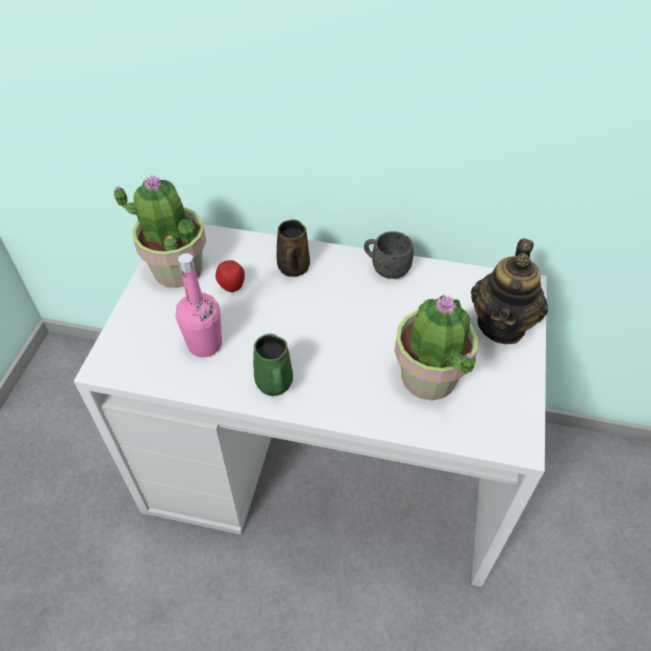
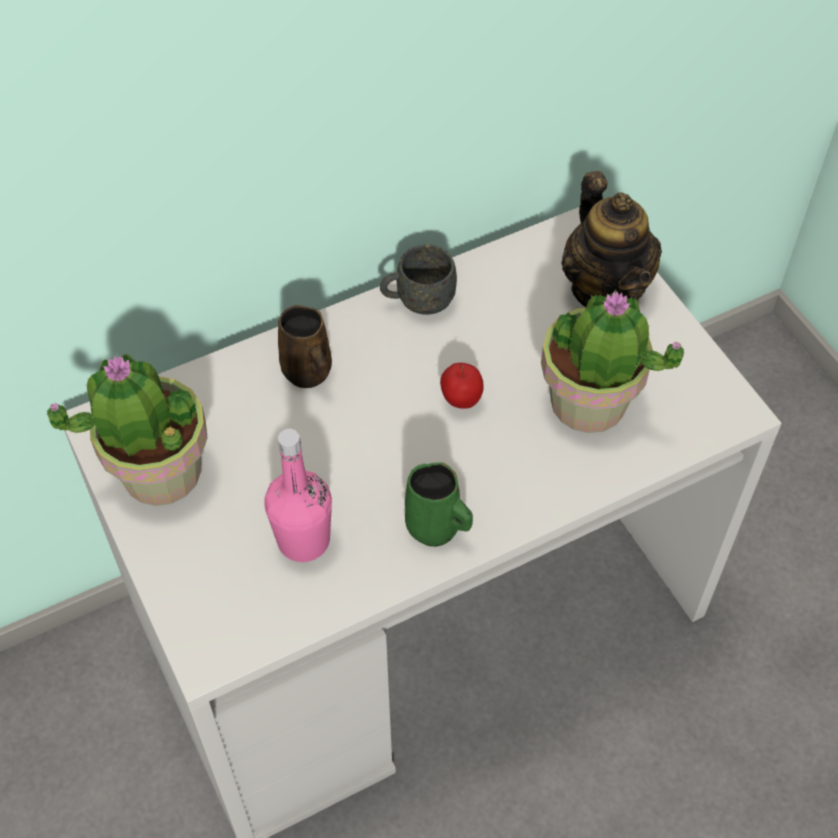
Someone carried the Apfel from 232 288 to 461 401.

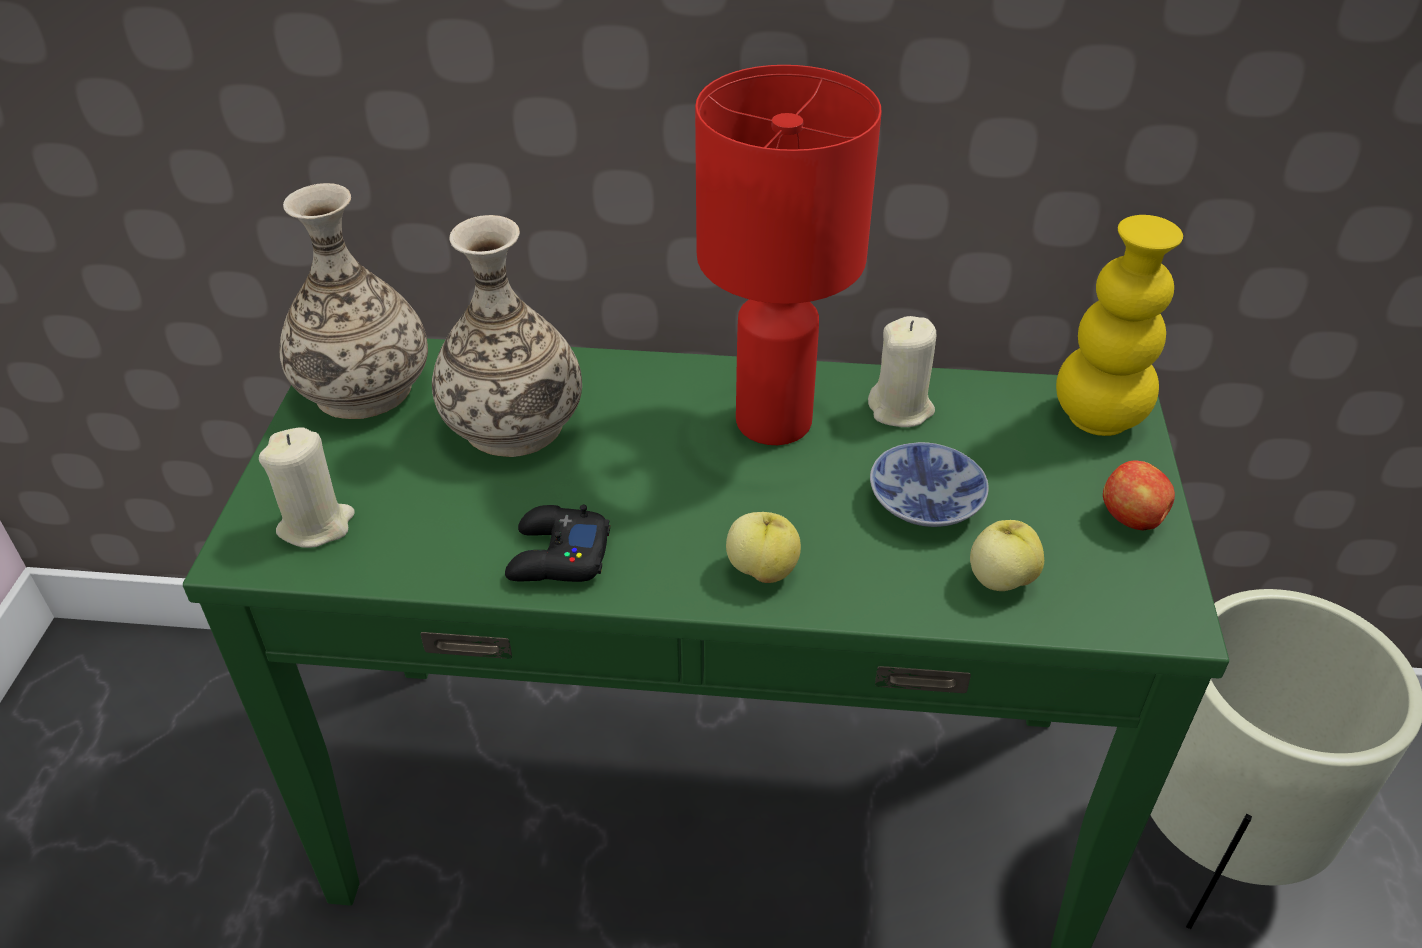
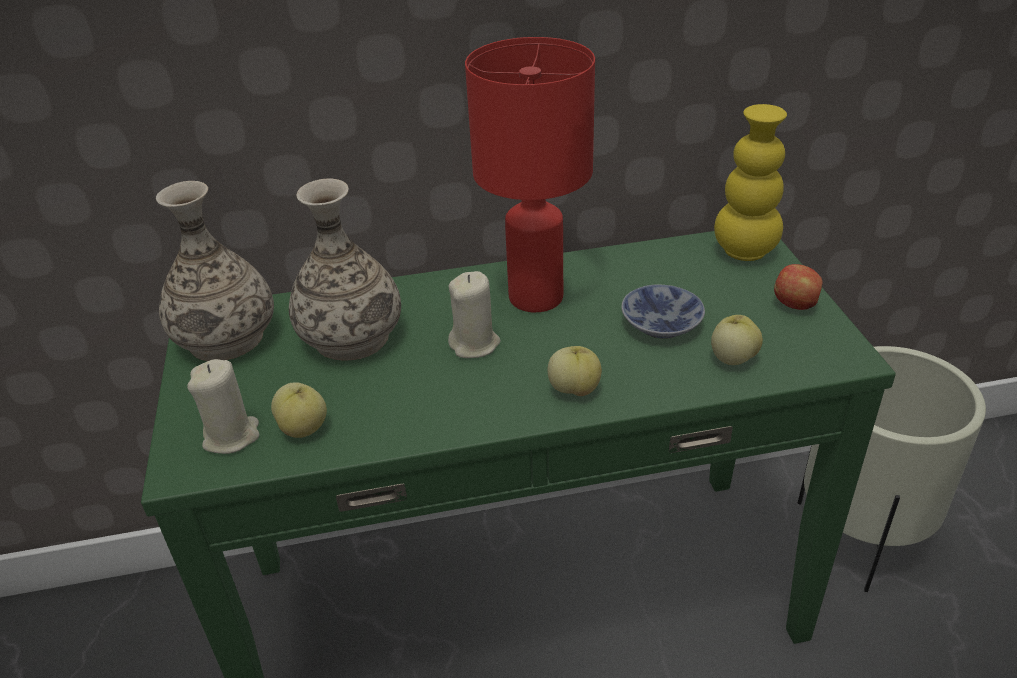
Someone carried the Kerze [beige] from 901 409 to 475 344. Someone took away the Gamepad [schwarz] at 557 556. Someone put down the Apfel at 304 428.

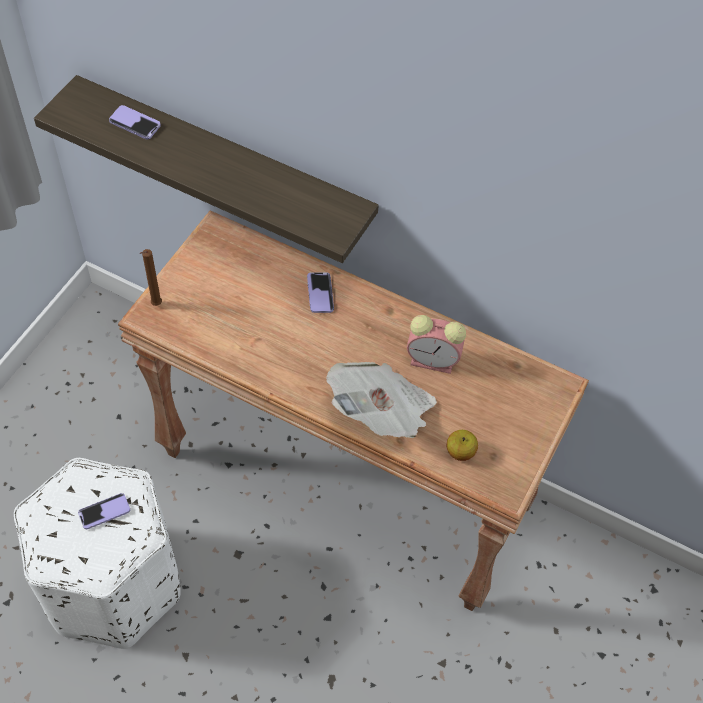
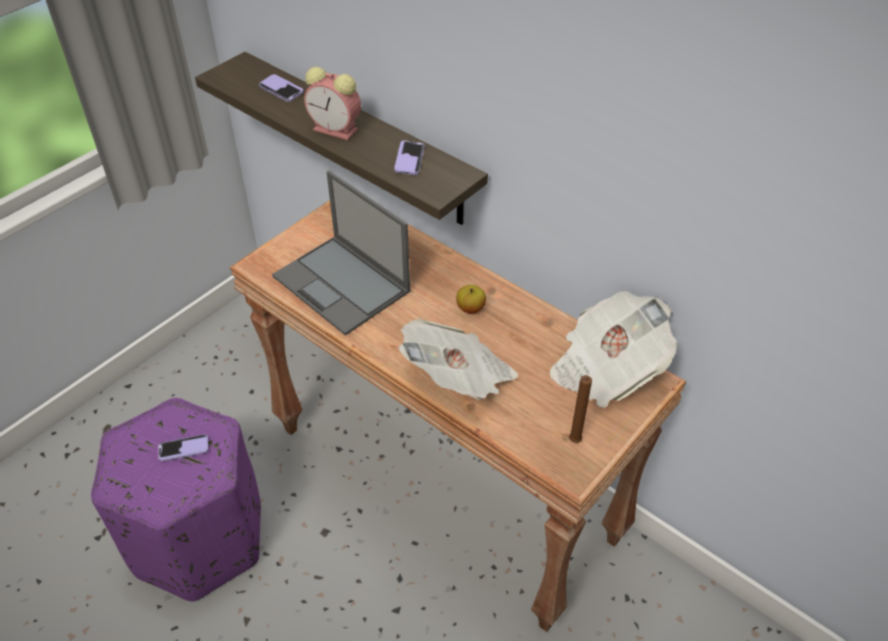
Someone carried the Kerze [braun] from 155 305 to 573 442. Someone carried the Handy from 320 293 to 409 159. Someone carried the Wecker from 434 360 to 337 129. Someone carried the Apfel from 460 452 to 470 308. Someone repainted the Polsterhocker [weiß] at 113 585, which became the Polsterhocker [lila] at 199 540. Someone put down the Laptop at 342 284. Someone put down the Zeitung at 606 368.

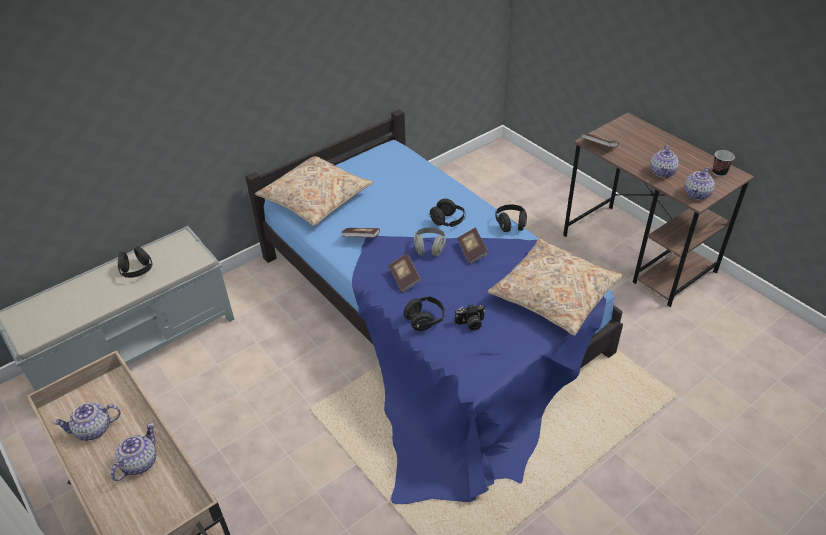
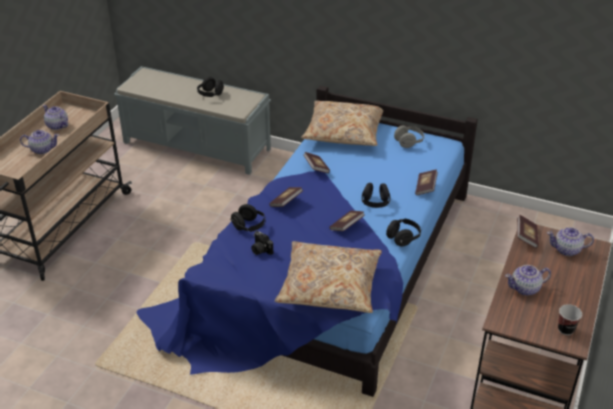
Someone carried the Teekanne from 697 194 to 567 250. Someone carried the Kopfhörer [grau] from 429 248 to 409 142. Someone put down the Buch at 425 187.

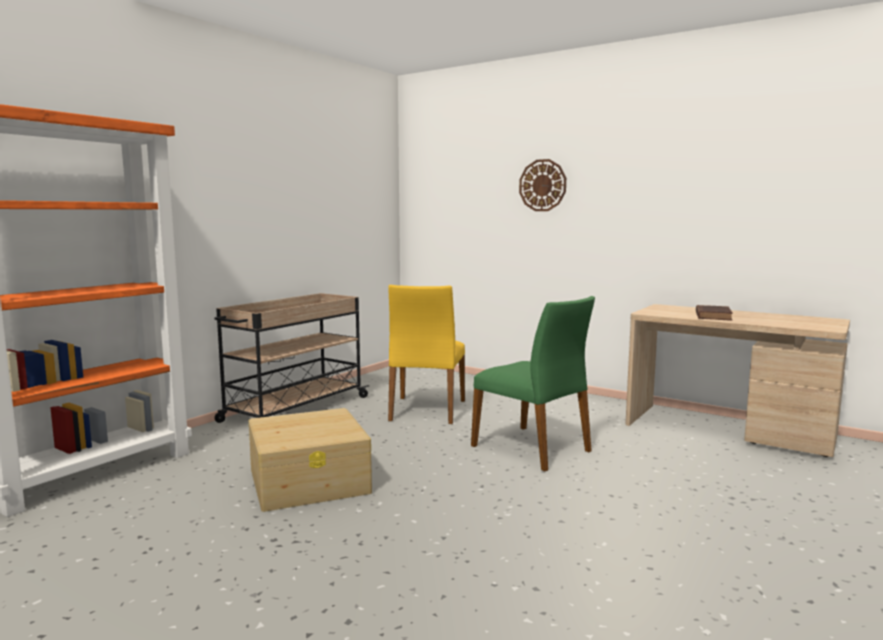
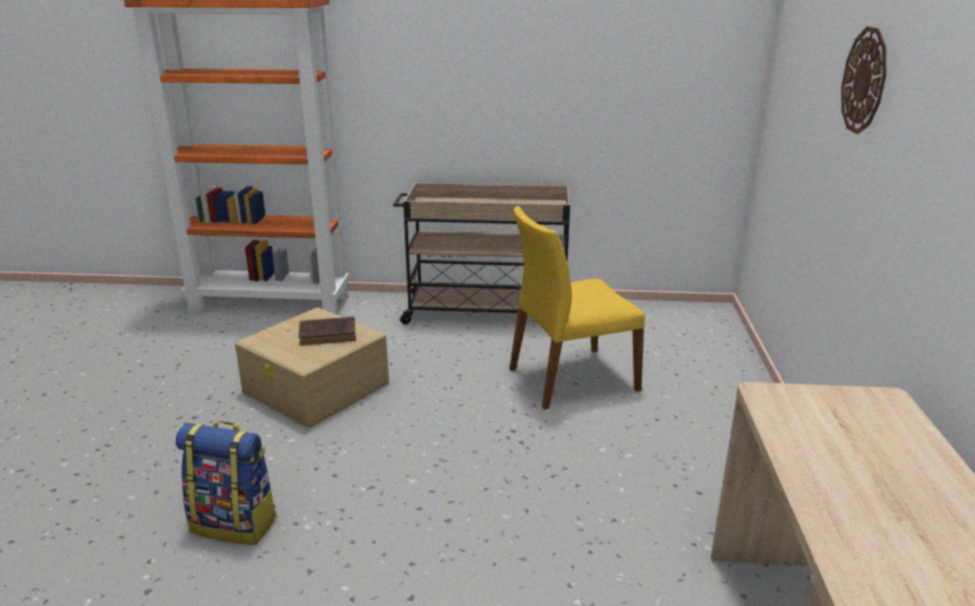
Someone took away the Stuhl [grün] at 533 448. Someone carried the Buch [braun] from 713 316 to 329 334. Someone put down the Rucksack at 235 524.

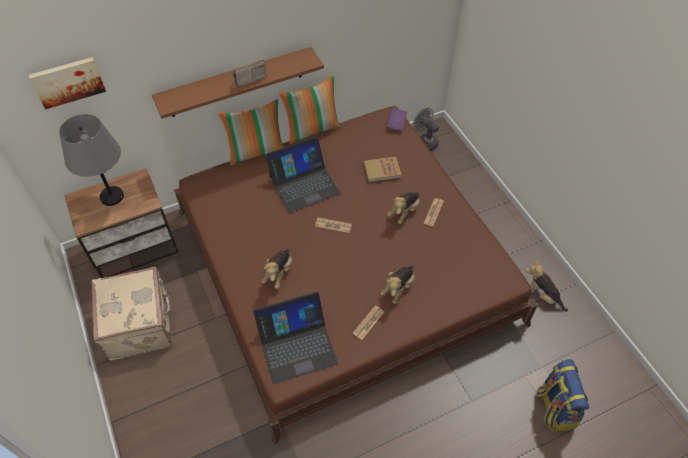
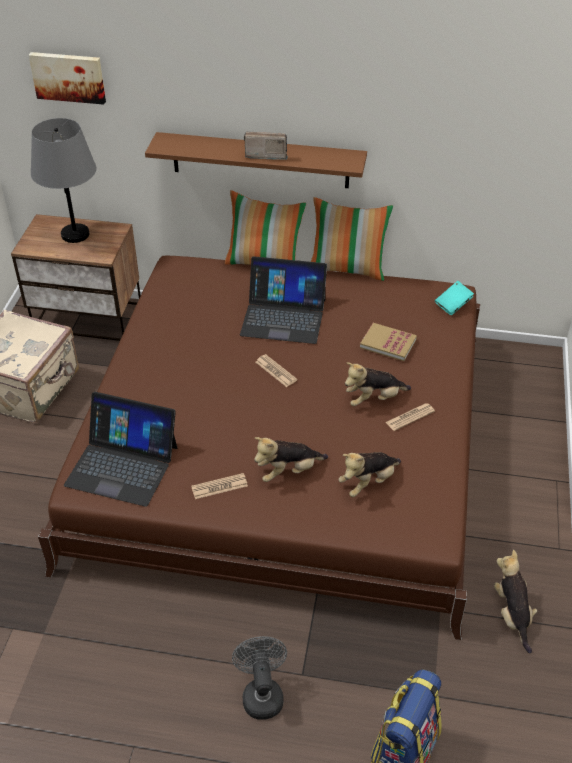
Someone repainted the Buch [lila] at 396 124, which became the Buch [türkis] at 453 305. Someone carried the Ventilator [grau] from 425 142 to 261 693. Someone carried the Plüschtier from 279 273 to 368 482.

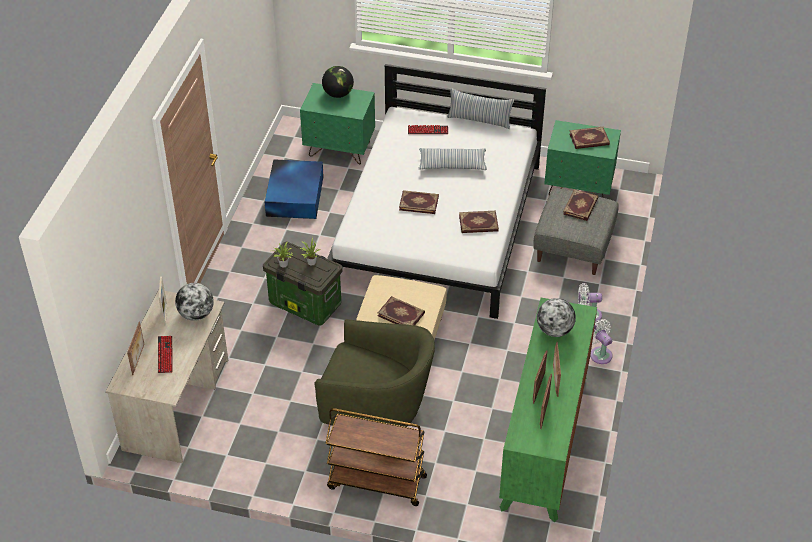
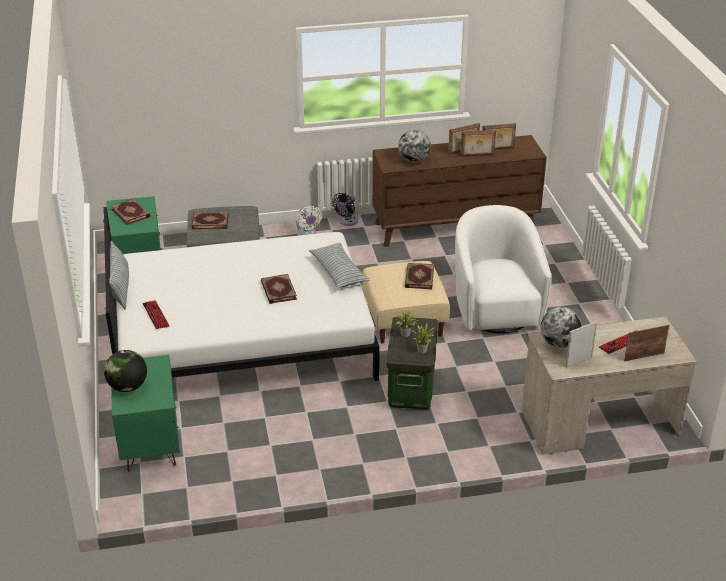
Someone carried the Kissen from 452 165 to 339 272. Someone took away the Aufbewahrungsbox [blau] at 295 195. Someone took away the Buch at 478 224. Someone repainted the Kommode [grün] at 545 440, which became the Kommode [braun] at 455 226. Someone repainted the Sessel [grün] at 376 408, which became the Sessel [weiß] at 496 309. Someone repainted the Ventilator [weiß] at 599 353, which became the Ventilator [schwarz] at 347 221. Someone took away the Rollwagen [braun] at 376 482.

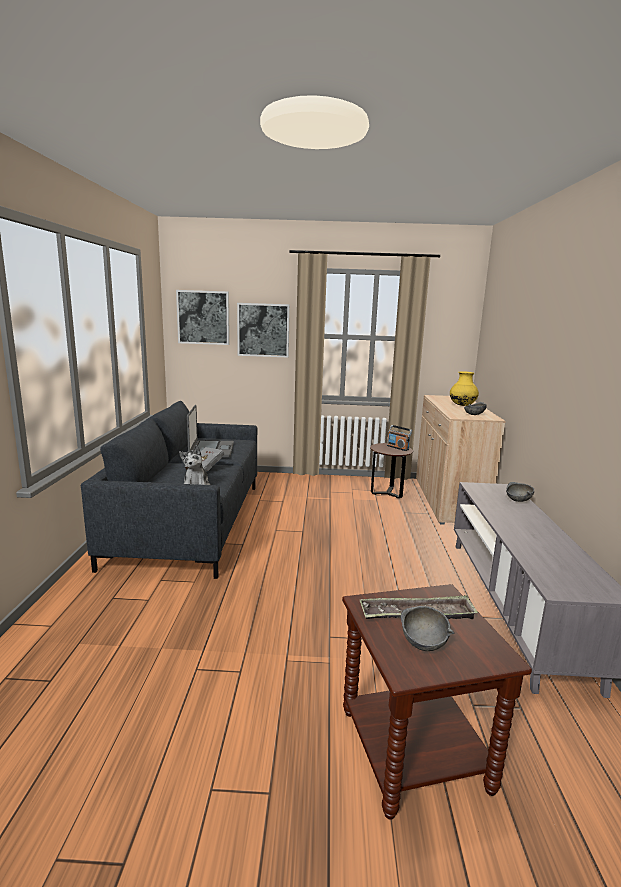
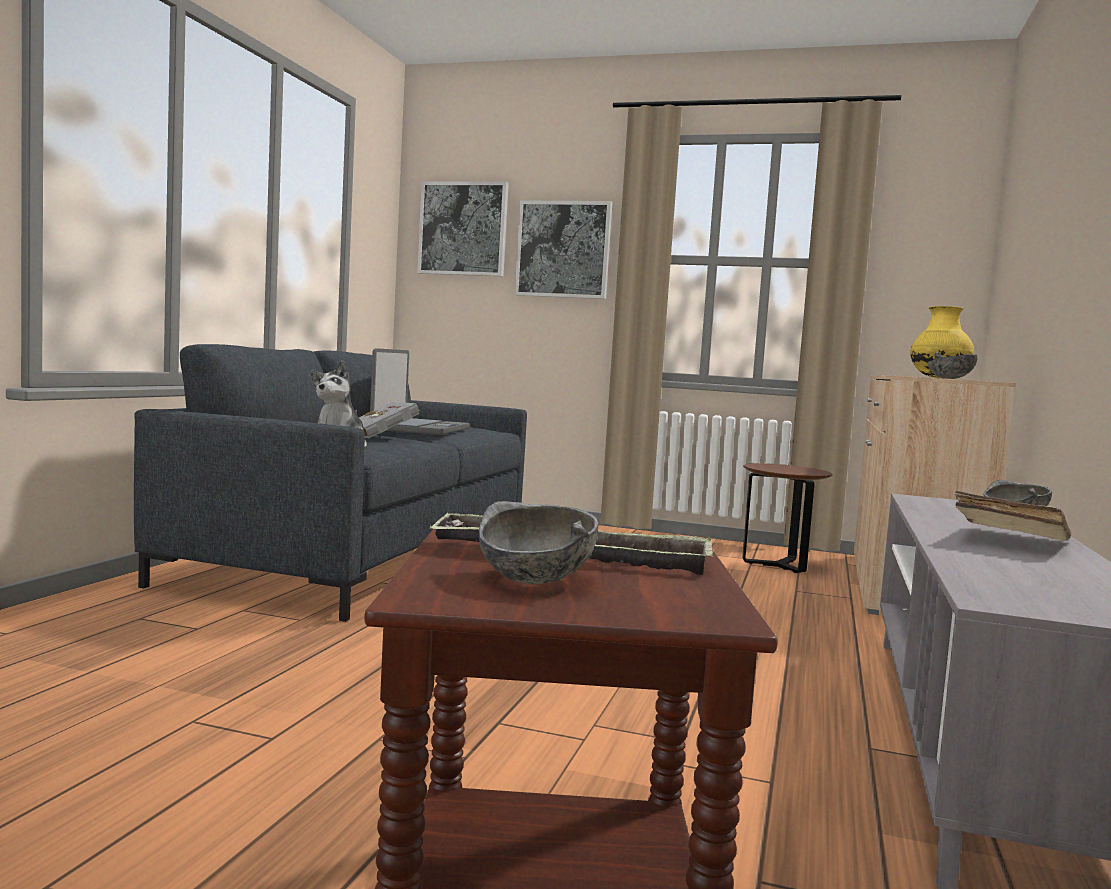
Someone took away the Radio at 398 447. Someone put down the Buch [beige] at 1009 541.

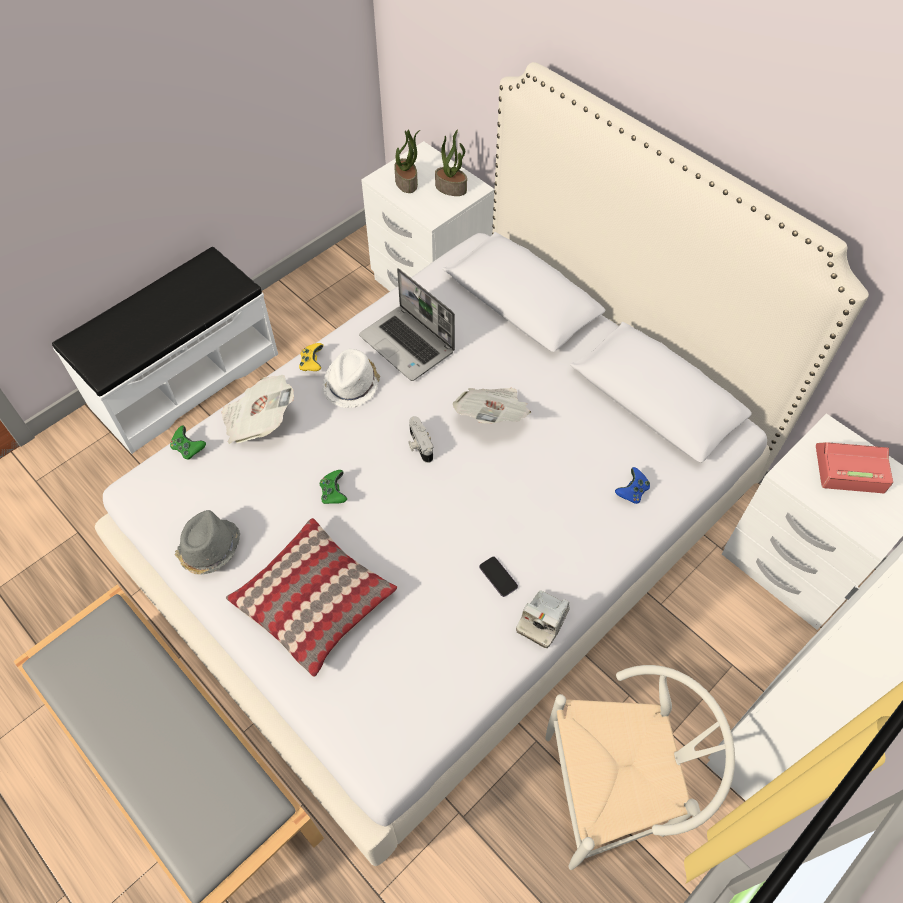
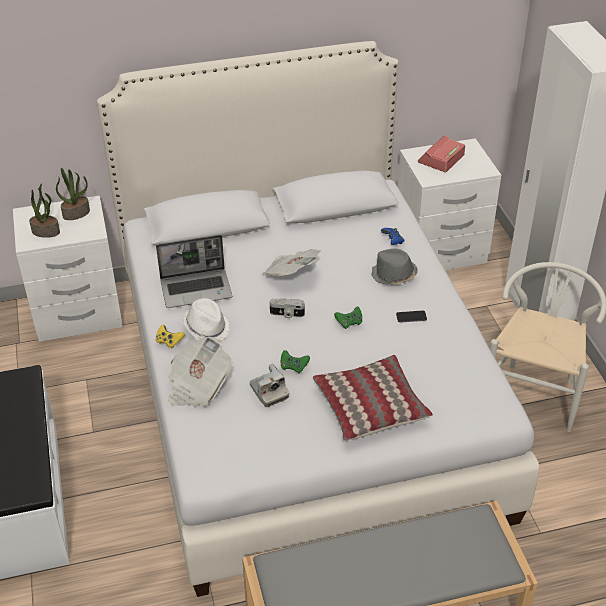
Someone carried the Gamepad [grün] from 188 448 to 349 323. Someone carried the Hut [grau] from 209 549 to 393 275. Someone carried the Kamera from 542 621 to 269 392.

